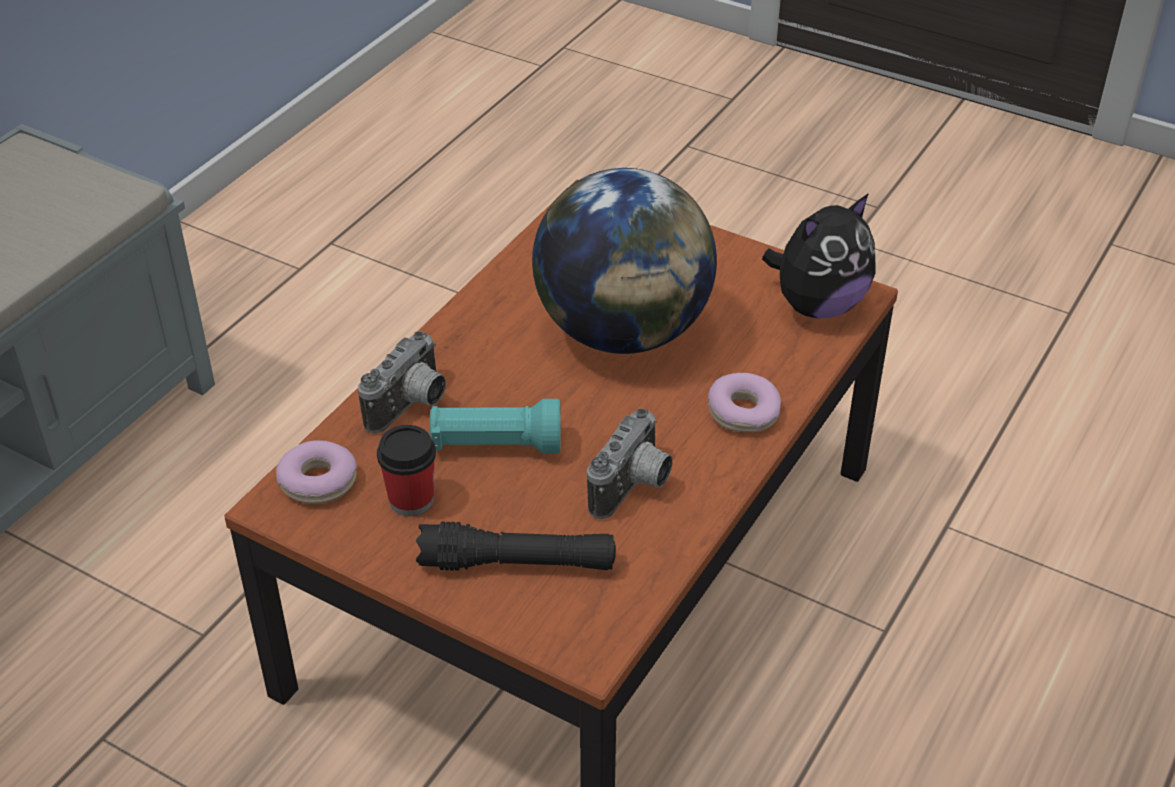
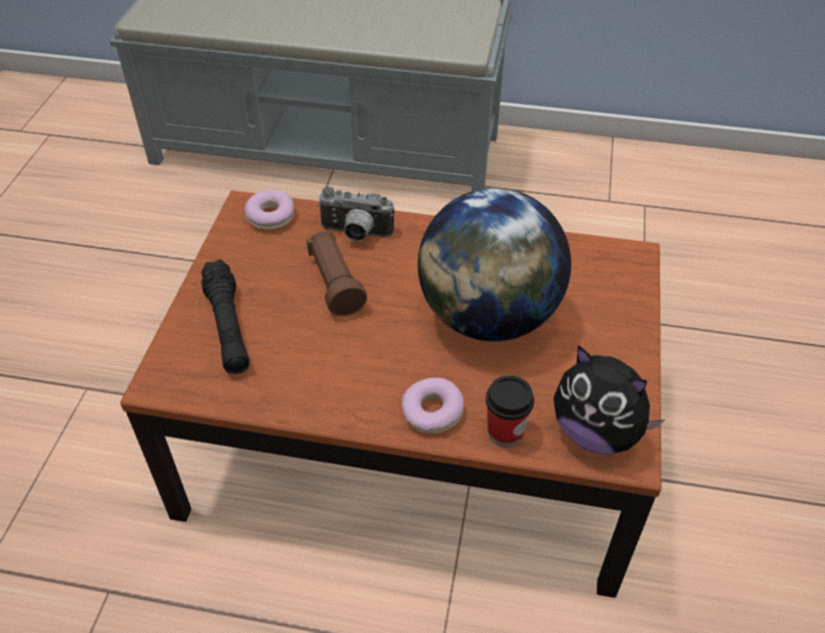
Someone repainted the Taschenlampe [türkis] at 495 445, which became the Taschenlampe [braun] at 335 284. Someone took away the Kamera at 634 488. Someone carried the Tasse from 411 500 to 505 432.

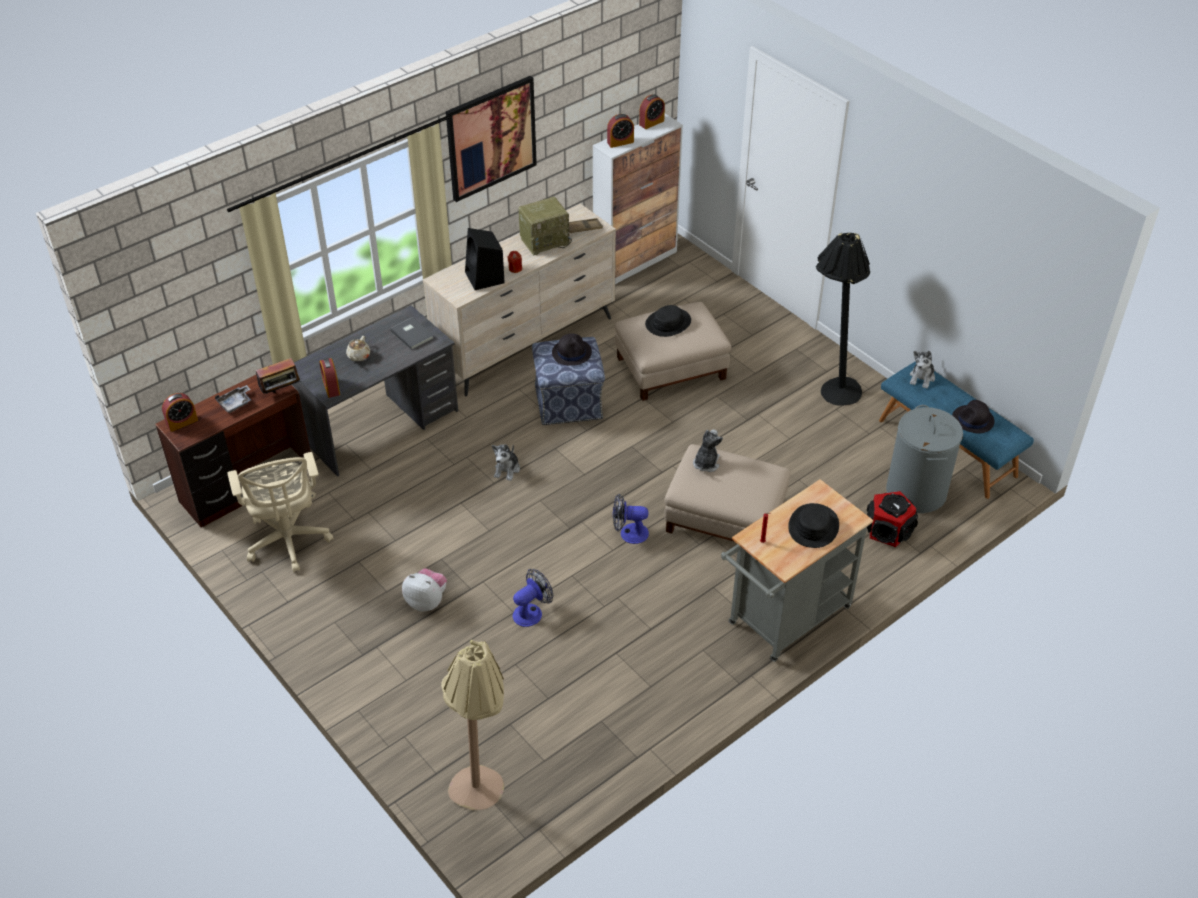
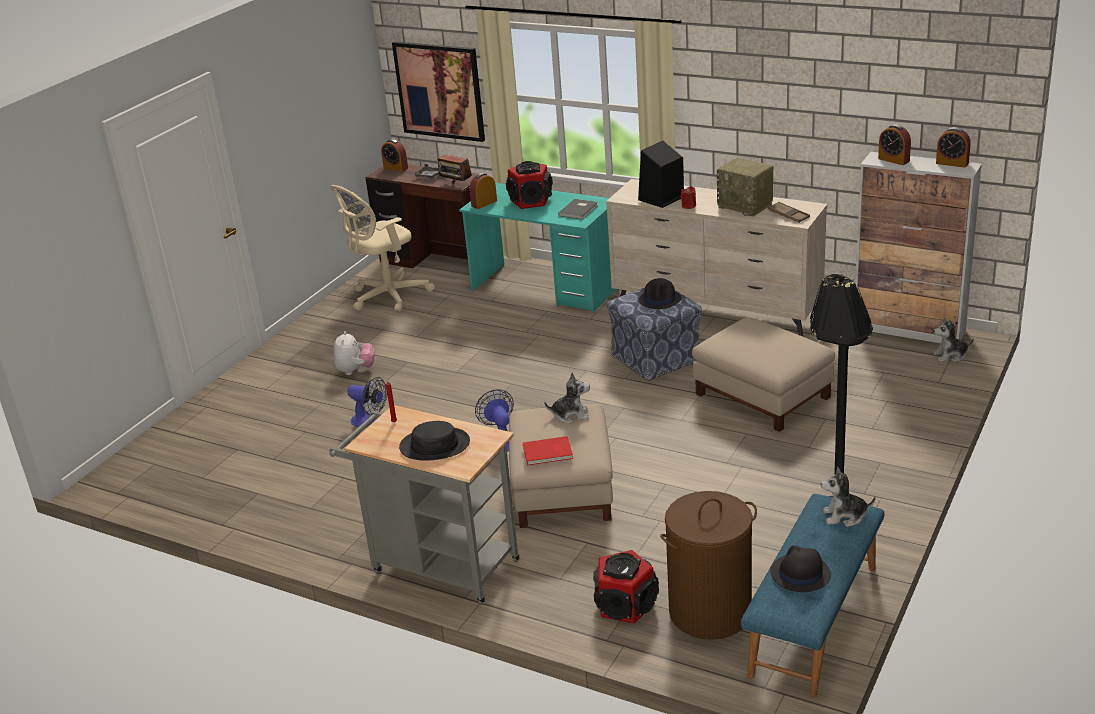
Someone carried the Bild from 491 138 to 439 90. Someone repainted the Schreibtisch [grau] at 381 425, which became the Schreibtisch [türkis] at 546 288. Someone took away the Hut [schwarz] at 668 323. Someone swapped the Teekanne [beige] at 358 356 for the Lautsprecher at 531 201. Someone repainted the Wäschekorb [grau] at 916 492, which became the Wäschekorb [braun] at 710 612. Someone carried the Plüschtier from 507 469 to 950 356. Someone took away the Stehlampe [beige] at 482 798. Someone put down the Buch [rot] at 548 453.

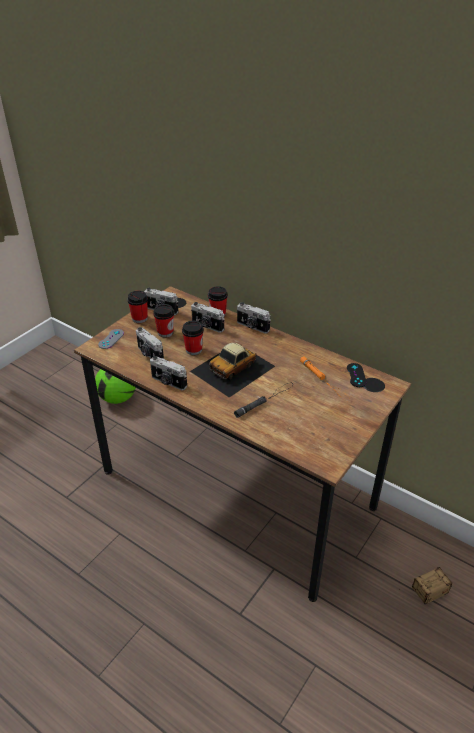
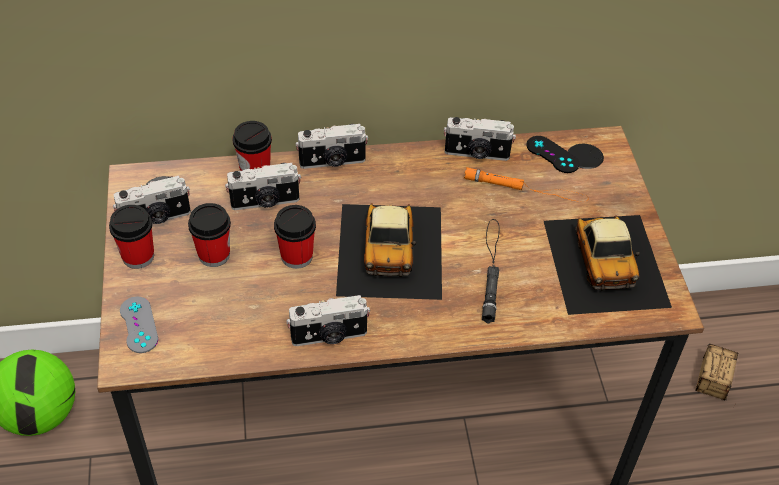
Someone carried the Kamera from 149 354 to 477 154. Someone put down the Spielzeugauto at 606 262.

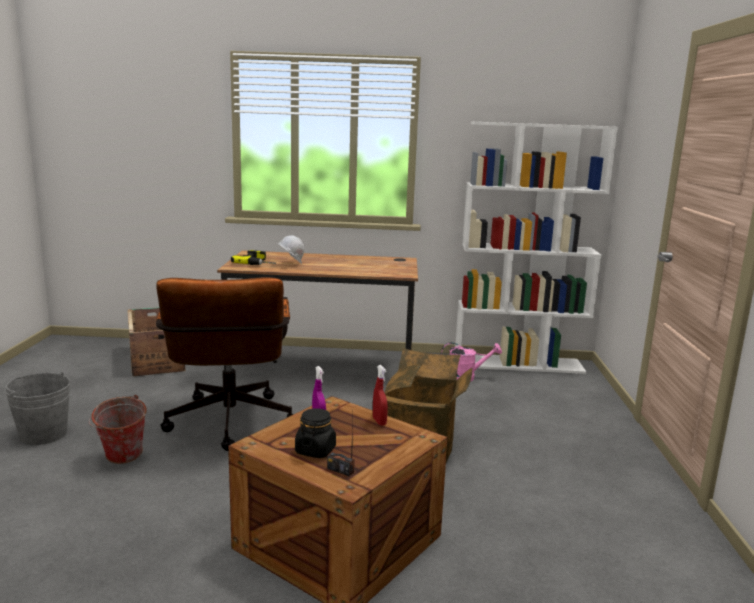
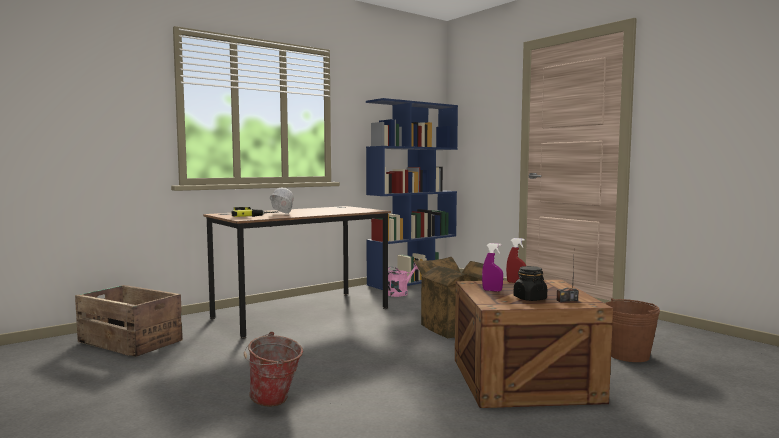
Someone repainted the Bücherregal [weiß] at 518 363, which became the Bücherregal [blau] at 412 281. Someone took away the Bürostuhl [braun] at 229 426. Someone took away the Eimer [grau] at 43 434. Someone put down the Eimer [braun] at 628 355.

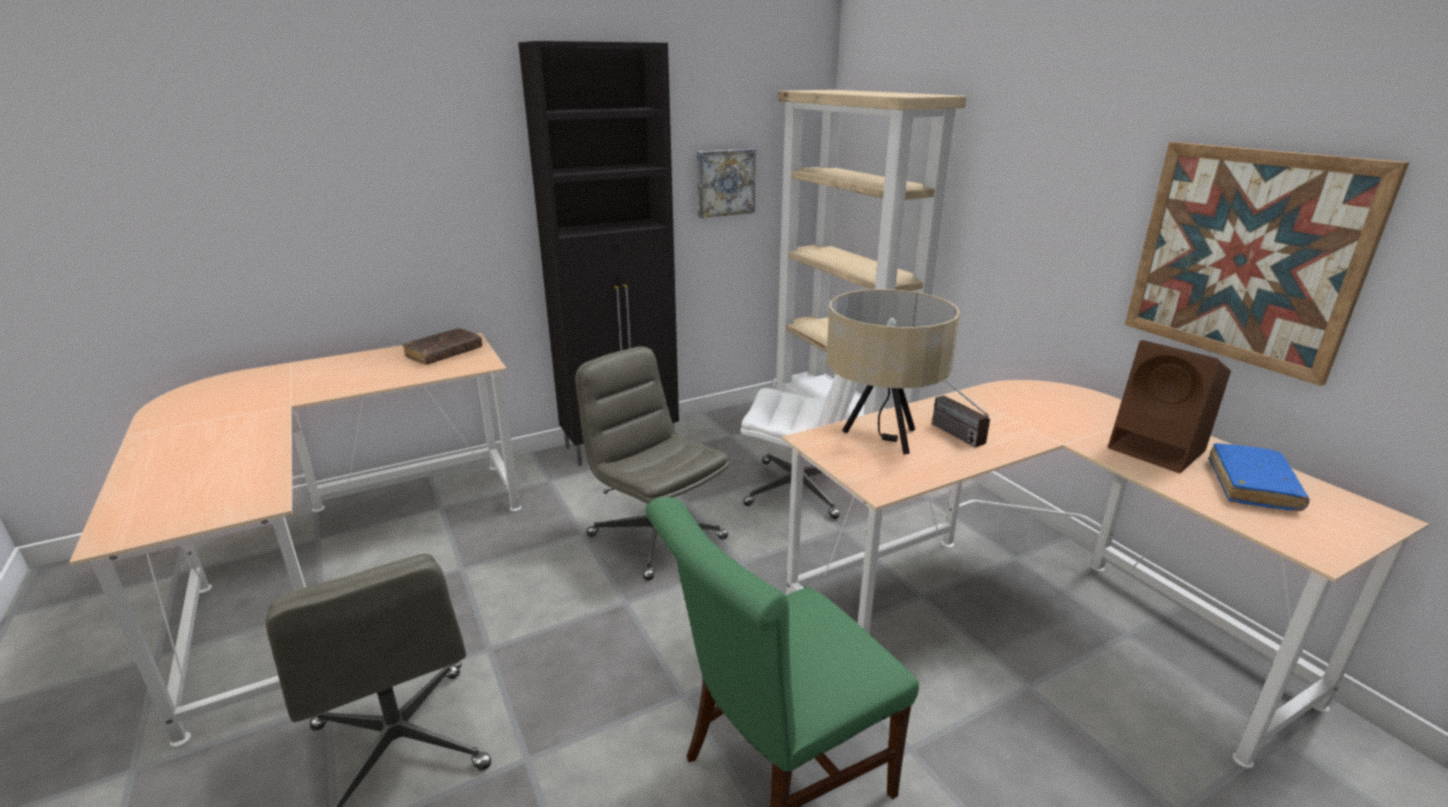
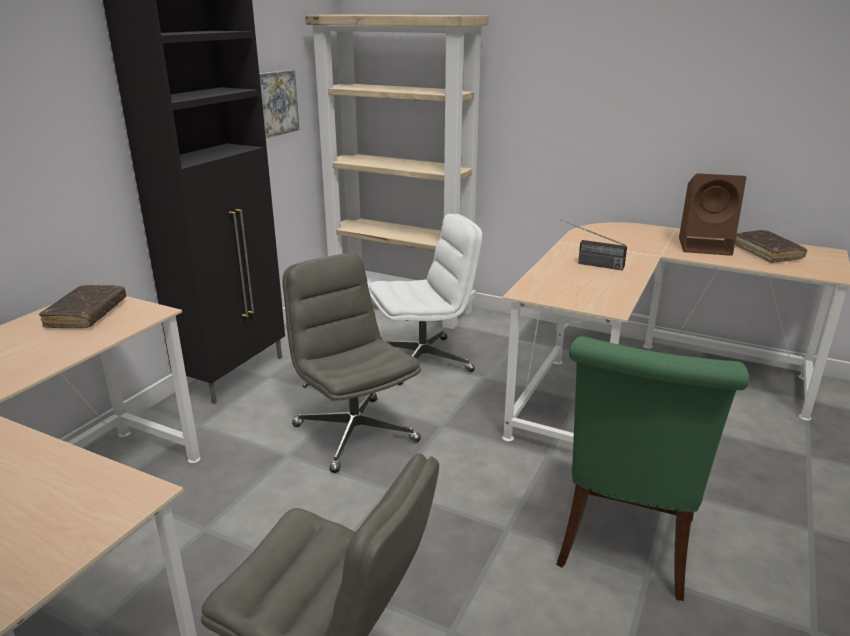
Someone took away the Bild at 1245 256. Someone took away the Tischlampe [beige] at 879 437. Someone rotated the Bürostuhl [grau] at 655 536 by 45 degrees clockwise. Someone repainted the Buch [blau] at 1252 486, which became the Buch [braun] at 767 252.

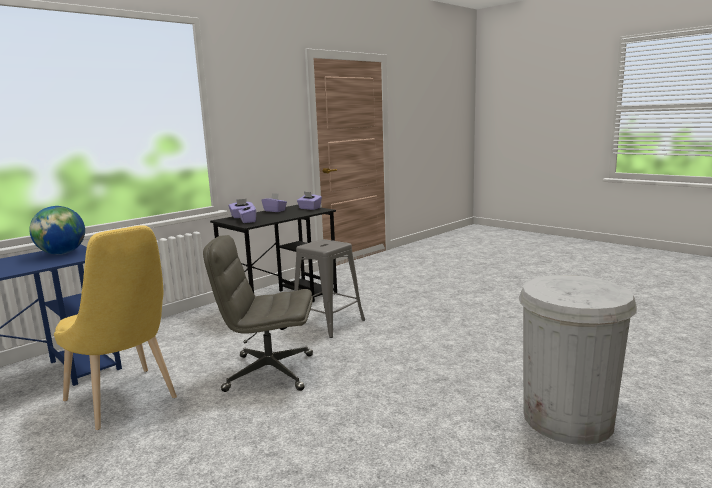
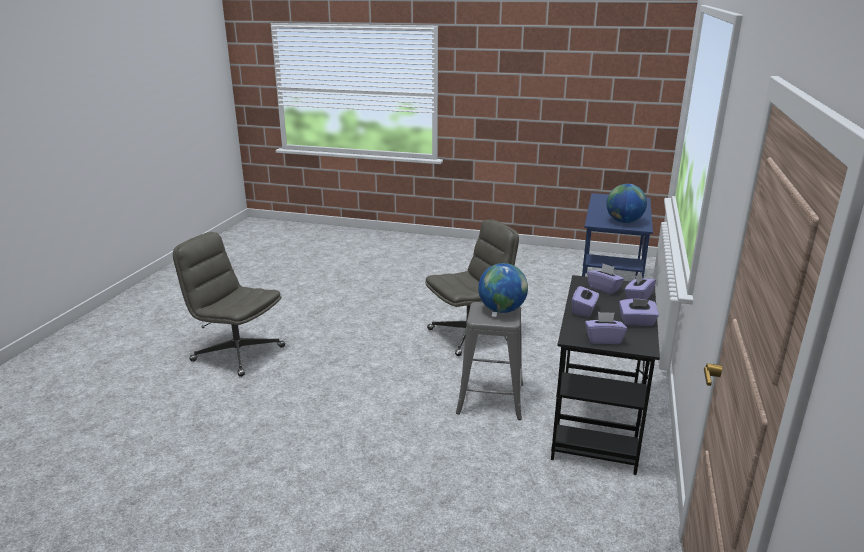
Someone took away the Stuhl [gelb] at 125 401. Someone swapped the Mülleimer [weiß] at 567 418 for the Bürostuhl [grau] at 237 353. Someone put down the Globus at 502 310. Someone put down the Taschentuchbox [lila] at 584 310.

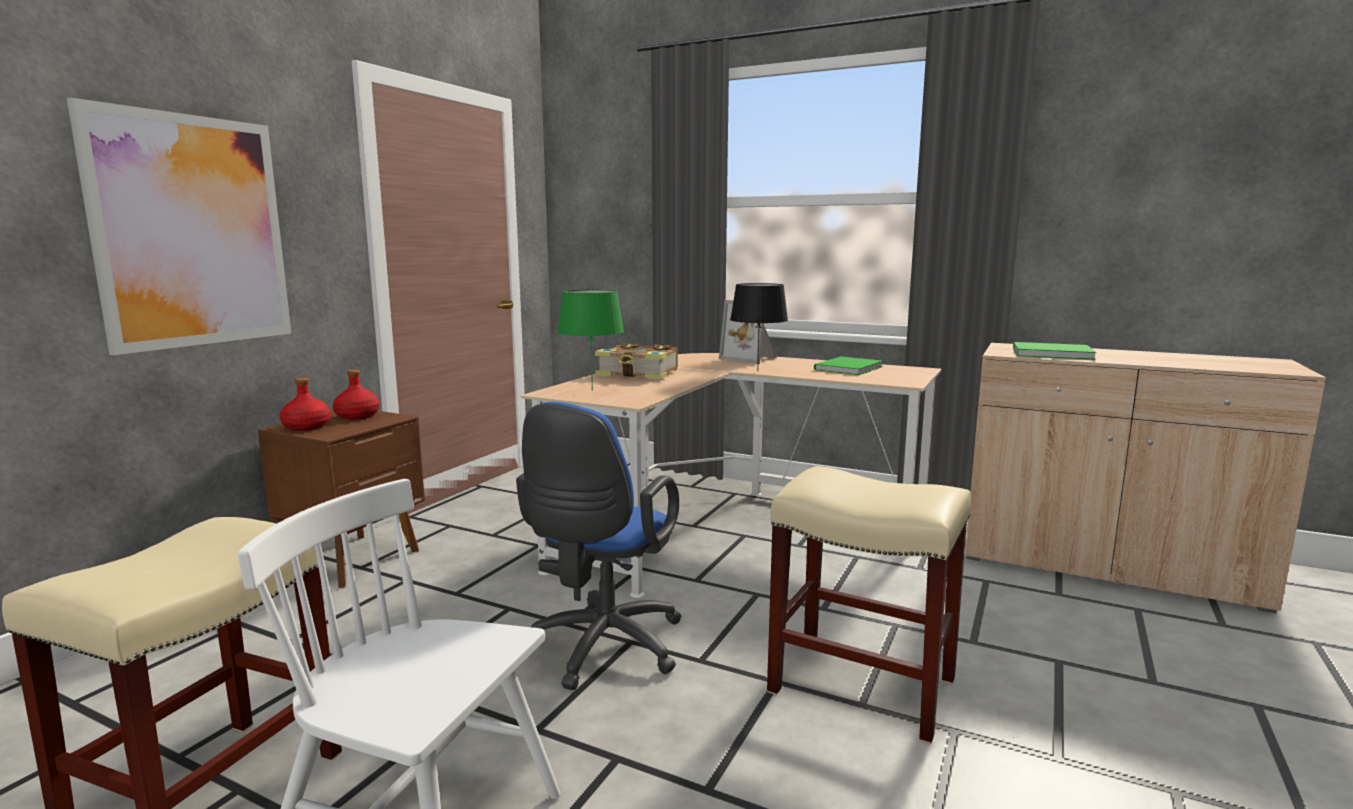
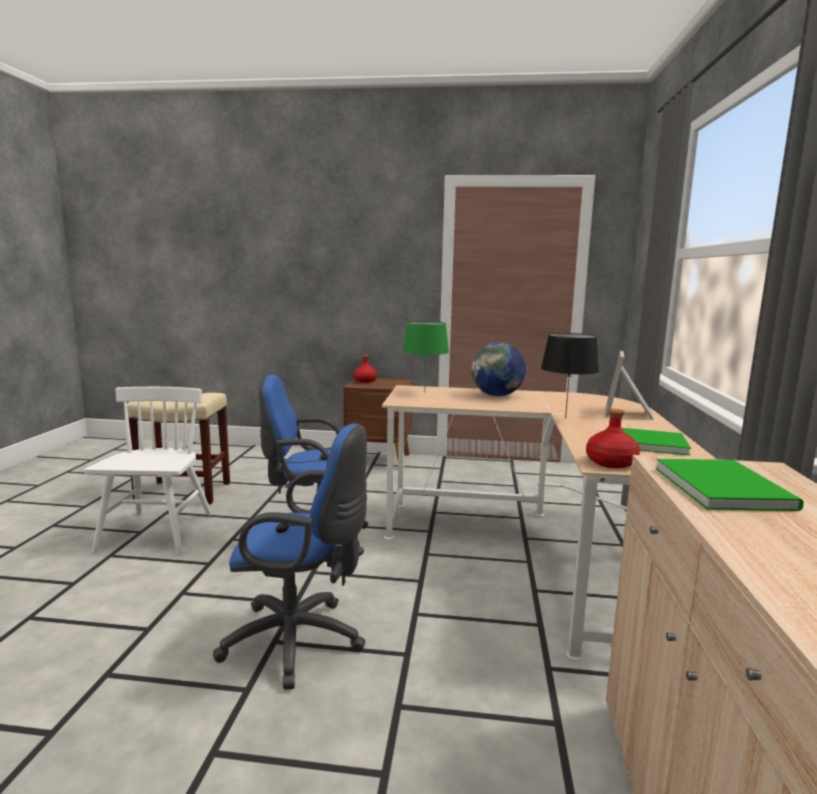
Someone took away the Bild at 192 232. Someone swapped the Buch at 638 374 for the Globus at 497 395. Someone carried the Flasche [rot] from 357 416 to 611 462. Someone swapped the Hocker [beige] at 864 685 for the Bürostuhl [blau] at 300 641.

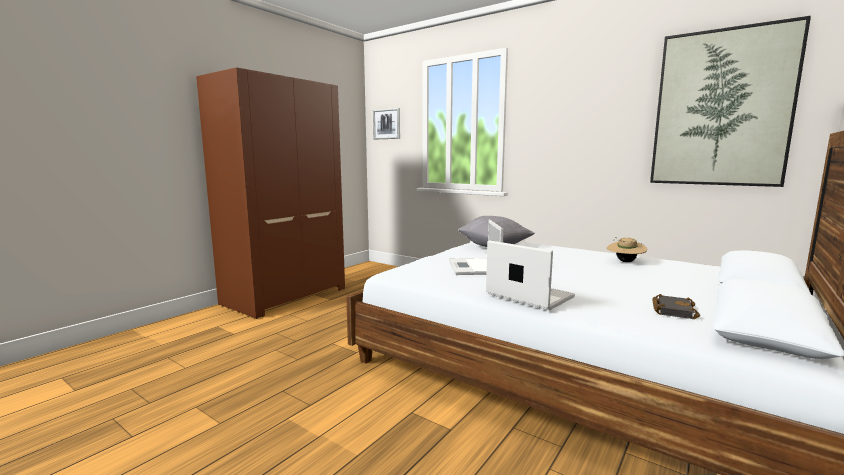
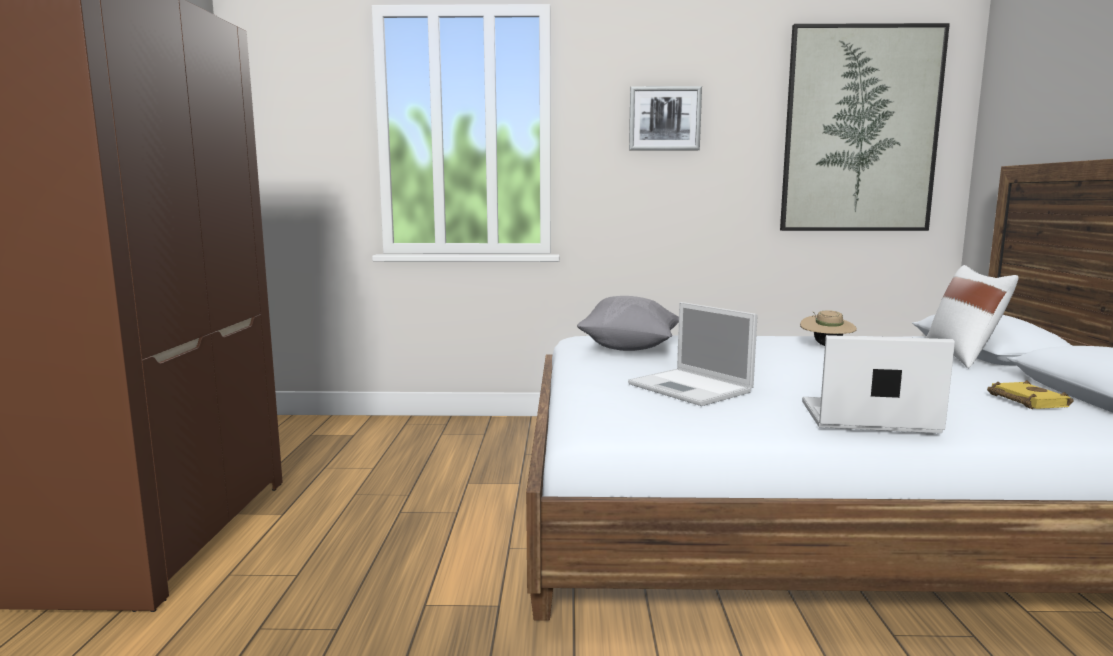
Someone carried the Bild from 387 124 to 664 119. Someone repainted the Buch [schwarz] at 672 310, which became the Buch [gelb] at 1024 400. Someone put down the Kissen [weiß] at 963 357.

